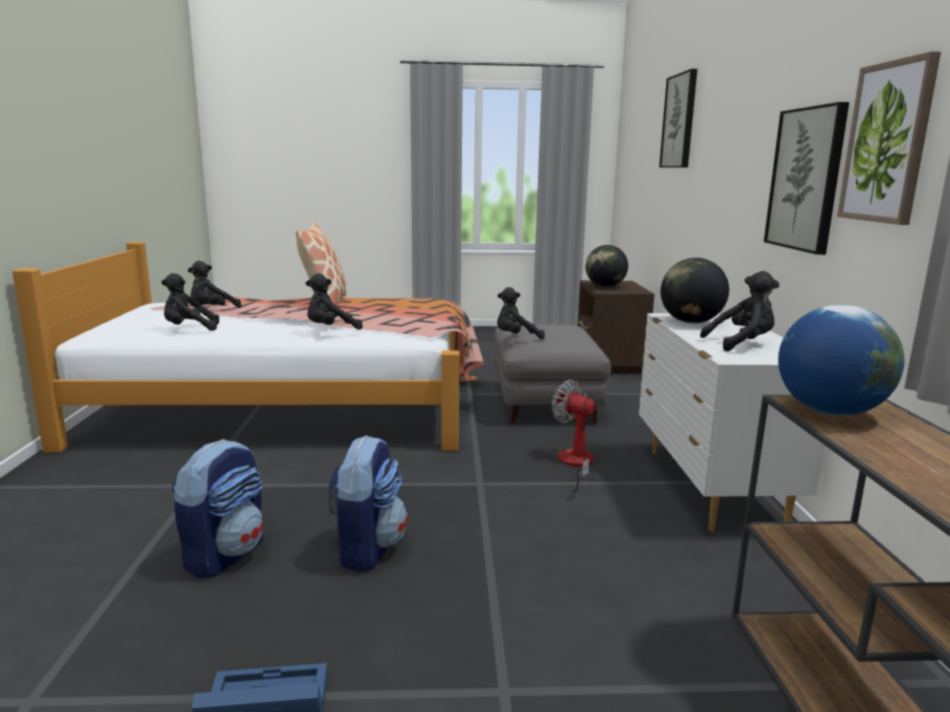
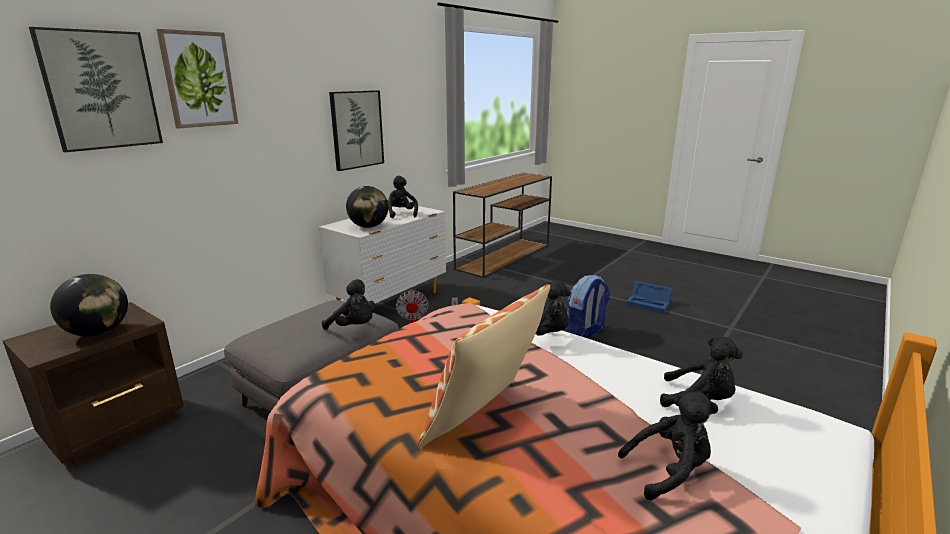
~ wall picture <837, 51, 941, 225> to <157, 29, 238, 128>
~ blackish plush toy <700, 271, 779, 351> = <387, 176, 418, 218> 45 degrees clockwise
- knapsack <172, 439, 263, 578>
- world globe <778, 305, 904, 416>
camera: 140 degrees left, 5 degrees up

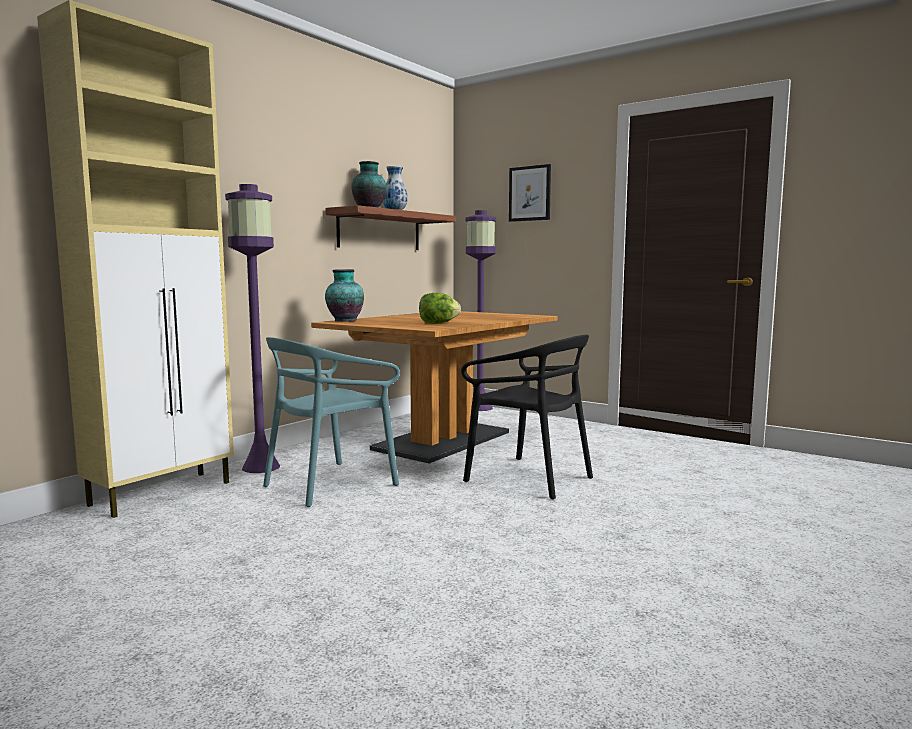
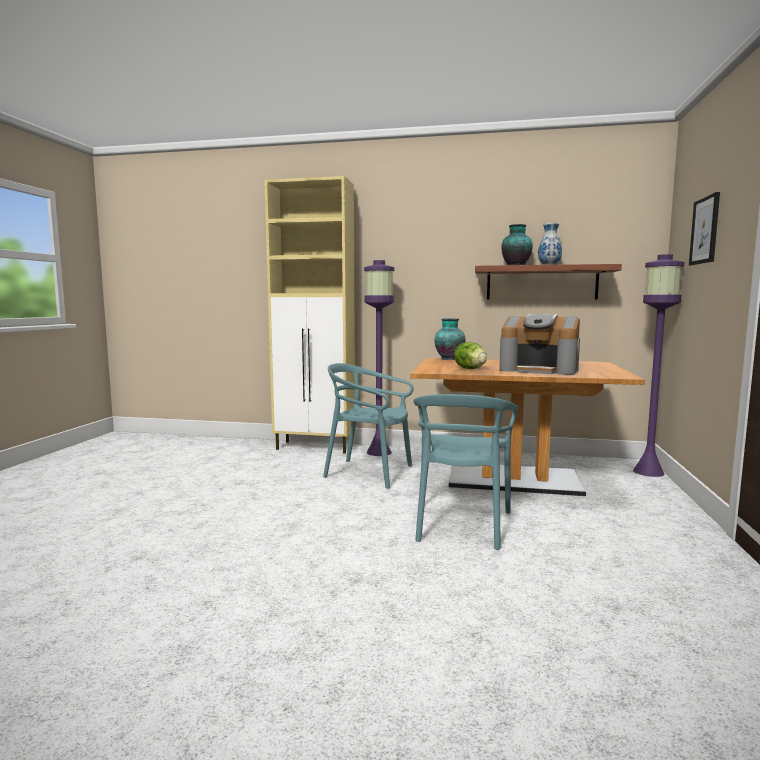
~ blackish chair <461, 335, 593, 499> to blue-green chair <413, 394, 519, 550>
+ coffee maker <499, 314, 580, 375>
camera: 65 degrees right, 0 degrees up

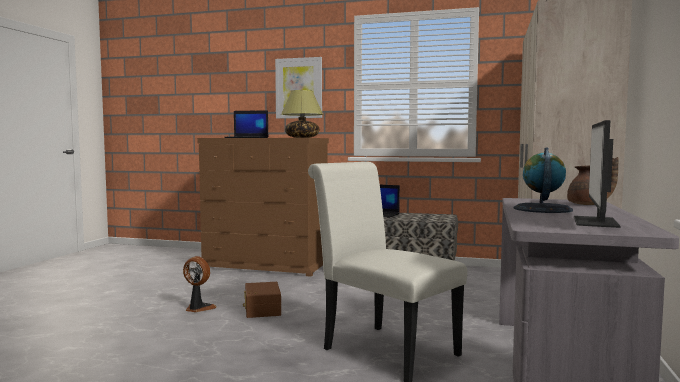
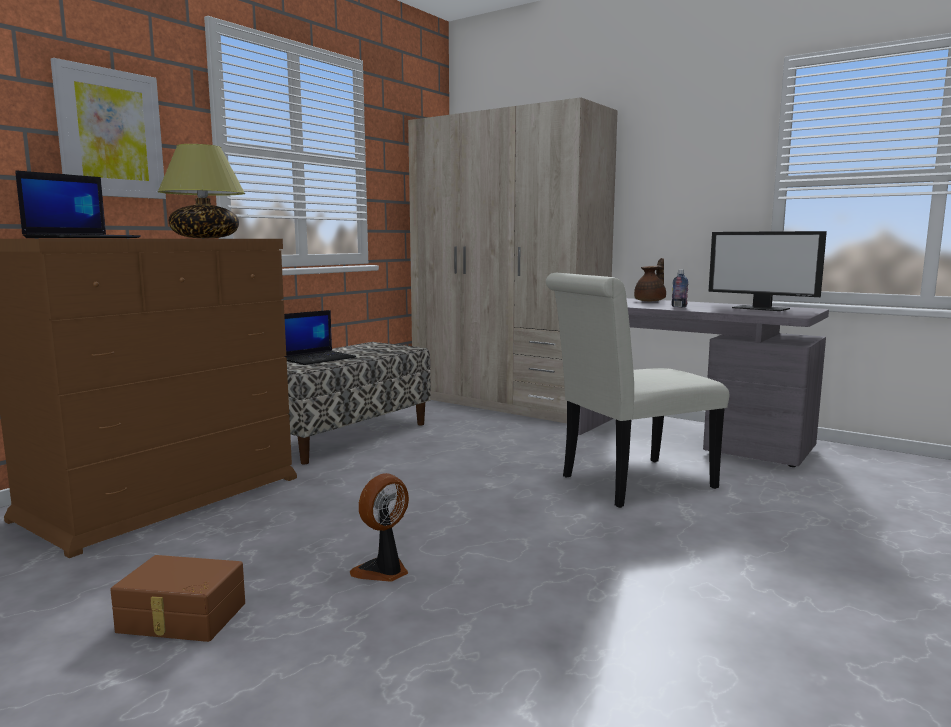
~ brown-coloured storage container <243, 282, 281, 318> to <110, 555, 245, 642>
~ world globe <513, 147, 573, 213> to beverage bottle <671, 270, 688, 307>
camera: 70 degrees left, 5 degrees up

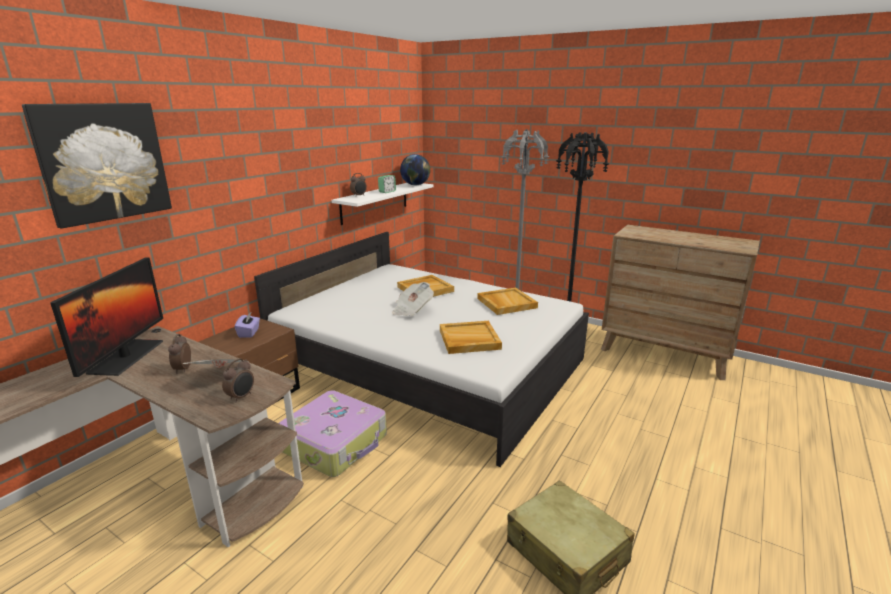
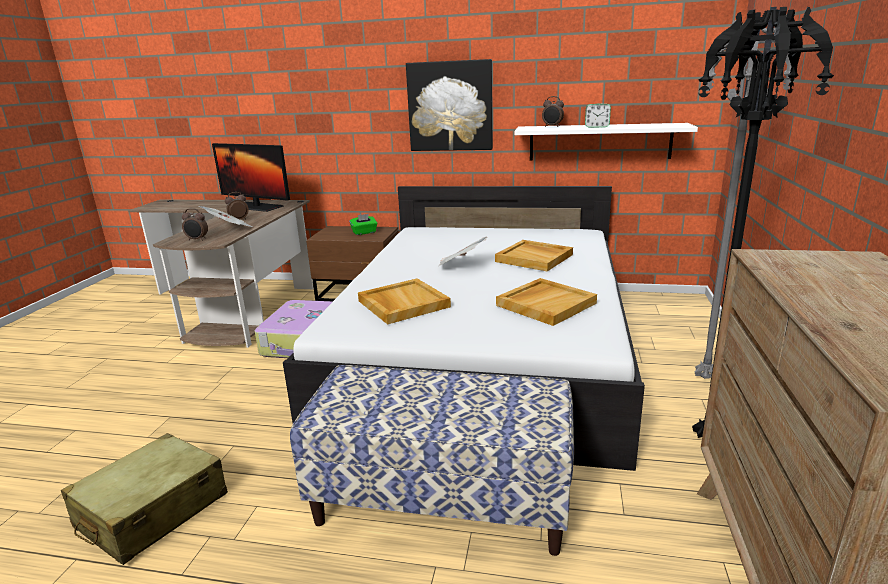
~ computer display <50, 258, 163, 377> = <212, 143, 290, 212> 45 degrees clockwise
+ long seat <290, 365, 574, 556>
~ purplish tissue box <235, 313, 260, 338> to green tissue box <349, 214, 377, 235>
~ wall picture <22, 103, 172, 229> to <406, 59, 493, 151>
- world globe <400, 154, 430, 185>
camera: 70 degrees right, 0 degrees up

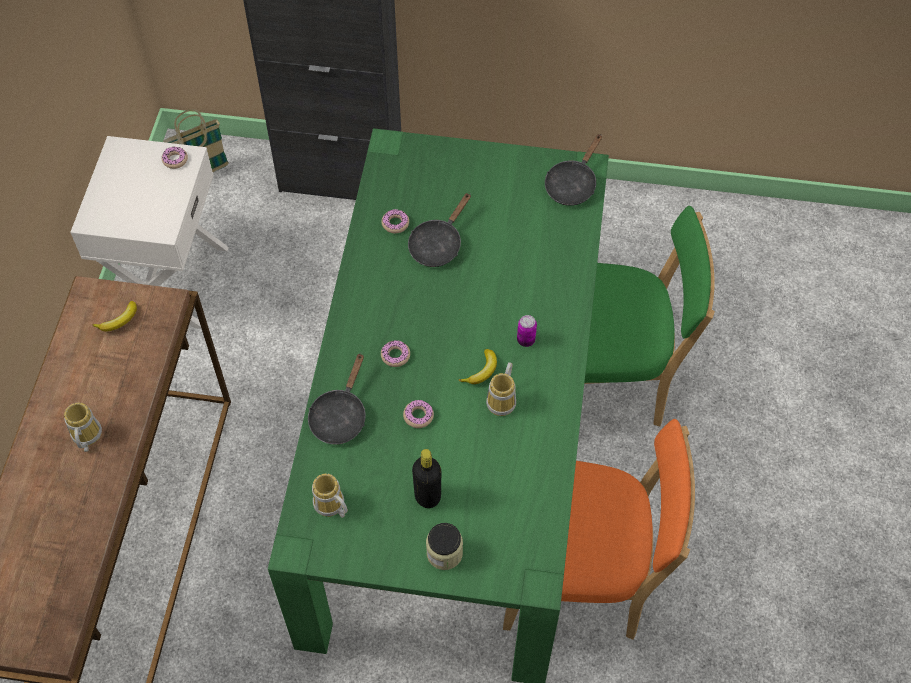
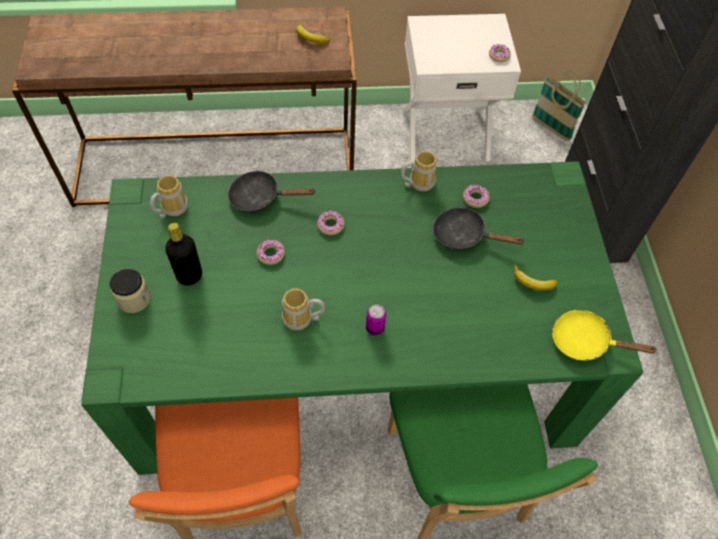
~ tea mug <64, 402, 102, 452> to <401, 151, 437, 192>
~ banana <458, 349, 497, 384> to <514, 264, 557, 291>
~ blackish skillet <545, 134, 602, 206> to yellow-coloured skillet <552, 310, 658, 361>
camera: 75 degrees right, 0 degrees up

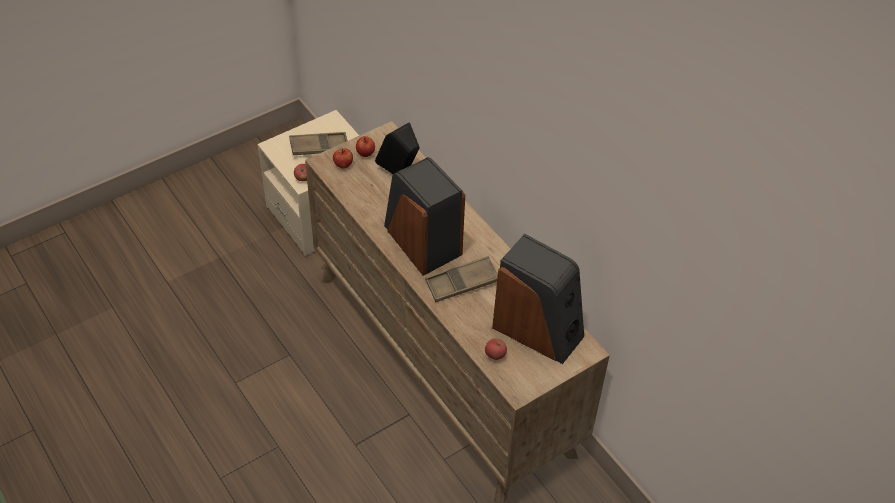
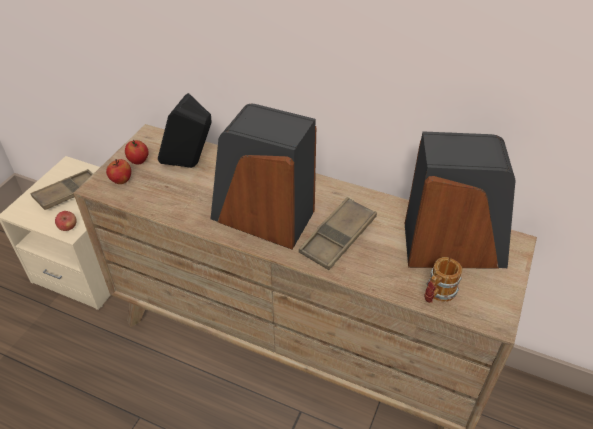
~ apple fruit <485, 338, 507, 360> to tea mug <424, 257, 462, 303>
camera: 30 degrees left, 5 degrees down

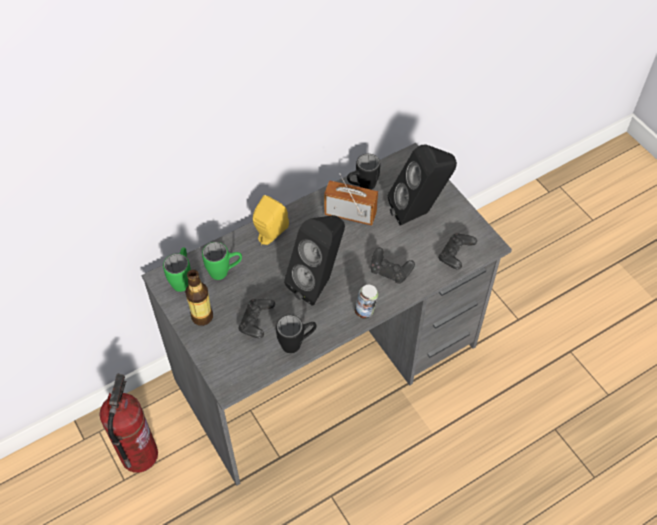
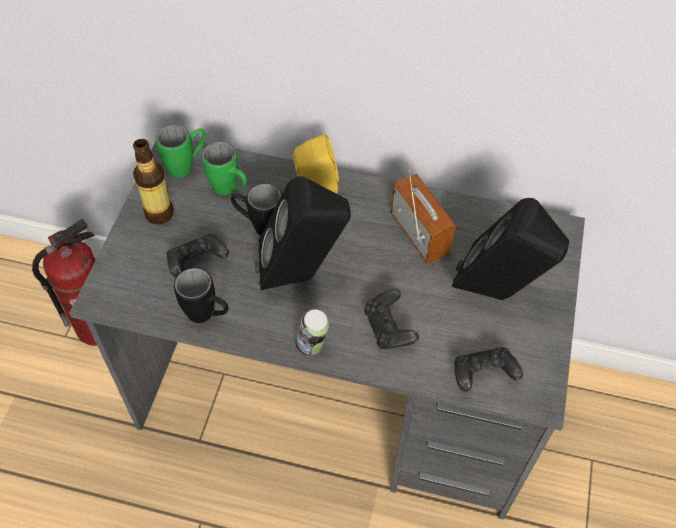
~ blackish tea mug <347, 154, 381, 190> to <231, 183, 282, 236>
camera: 45 degrees right, 0 degrees up

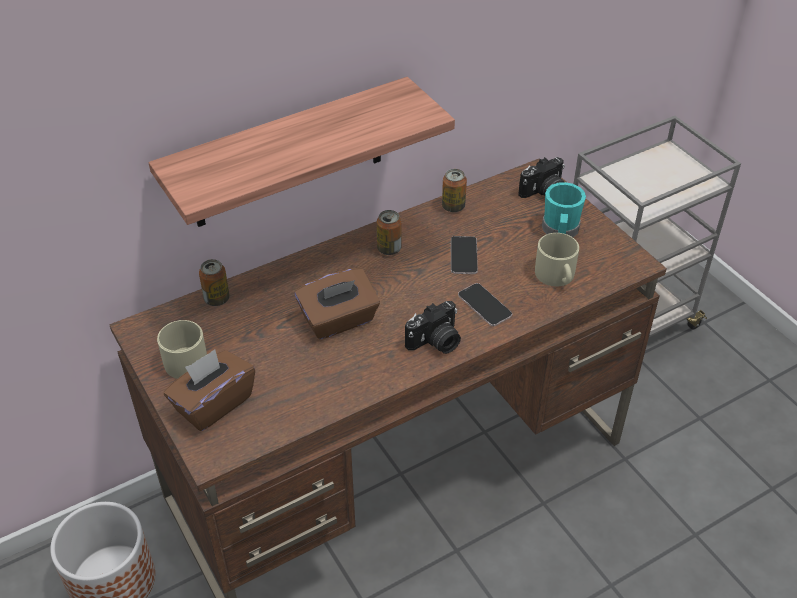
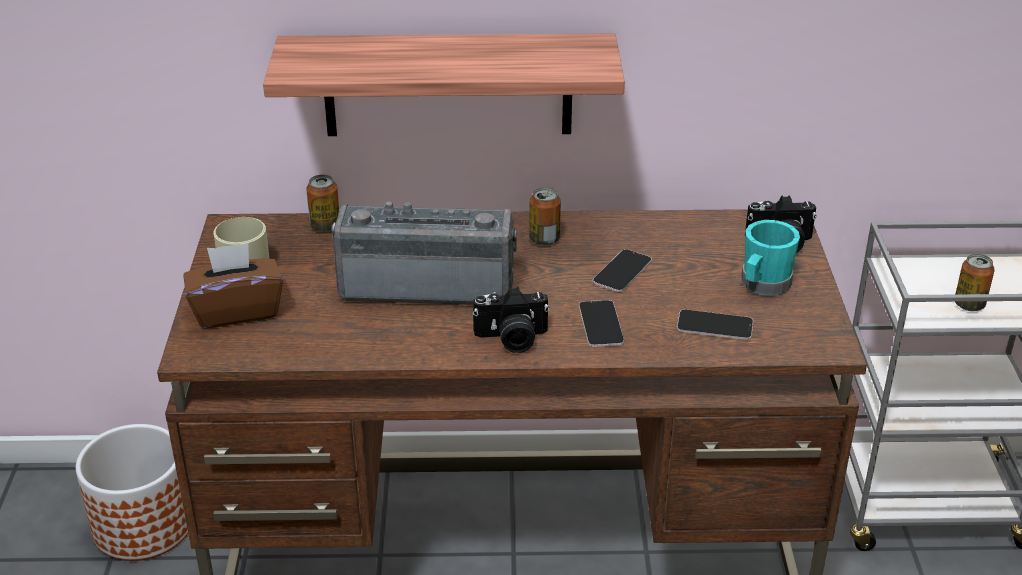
~ brown-coloured tissue box <295, 268, 380, 339> to radio receiver <332, 201, 517, 305>
~ sand-coloured tea mug <535, 233, 579, 286> to telephone <677, 309, 753, 340>
~ sealed can <442, 169, 467, 212> to <955, 254, 995, 311>
camera: 30 degrees right, 10 degrees down

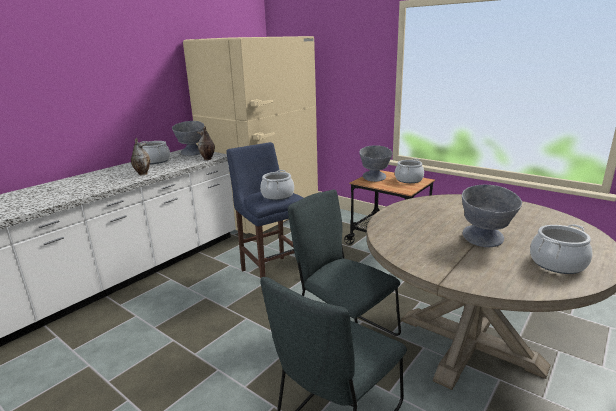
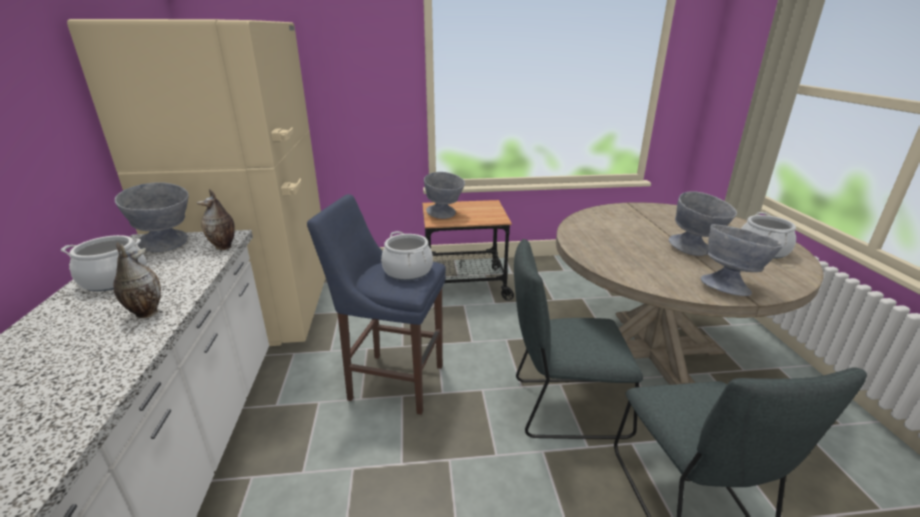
+ gray serving bowl <701, 224, 783, 296>
- cooking pot <395, 159, 424, 183>
camera: 45 degrees left, 5 degrees up

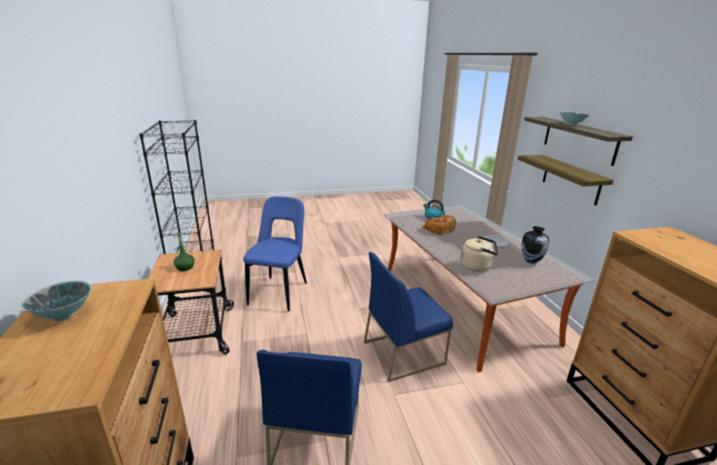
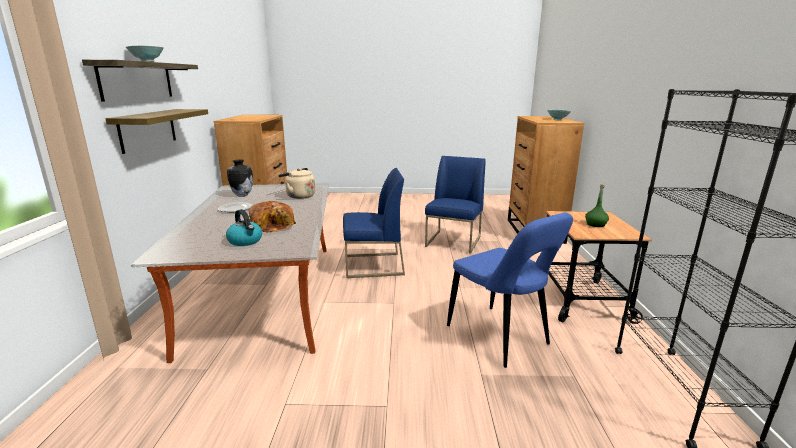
~ bluish chair <243, 196, 307, 311> = <447, 212, 573, 368> 60 degrees counterclockwise
camera: 165 degrees left, 5 degrees down

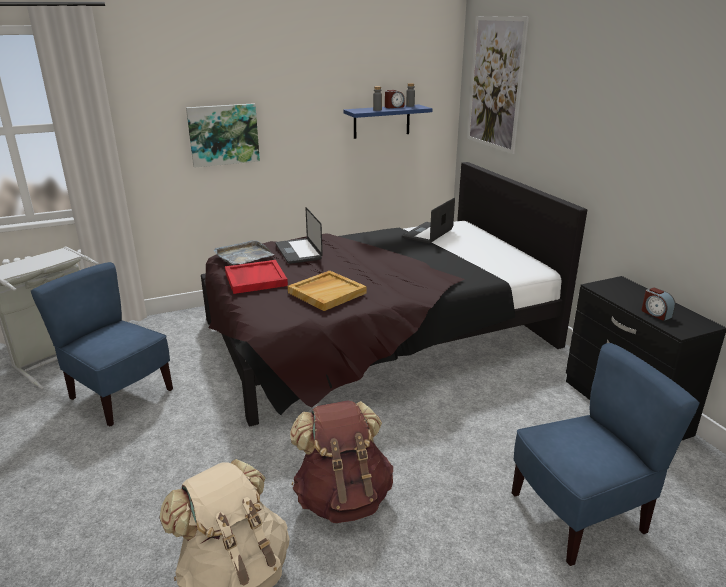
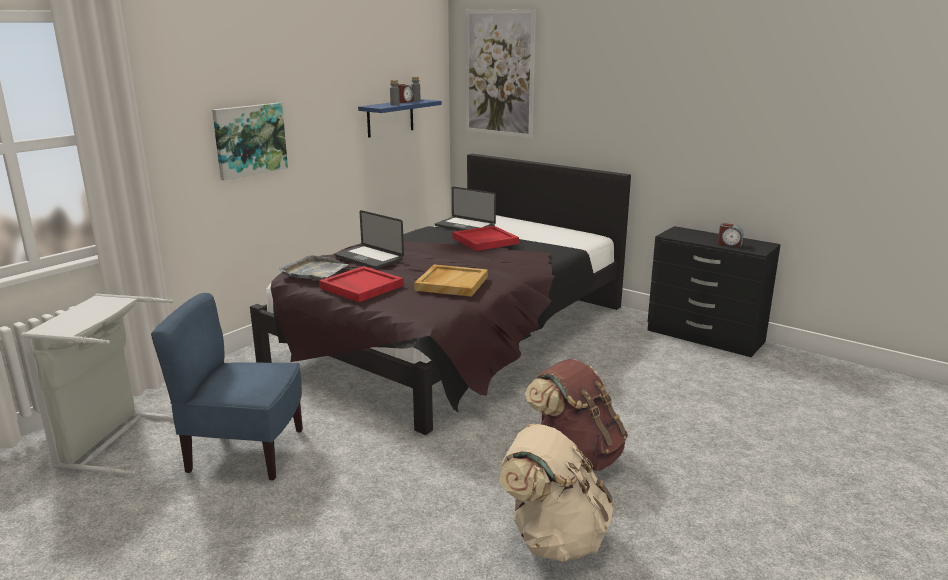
~ notebook computer <403, 198, 455, 244> = <435, 187, 496, 231> 60 degrees counterclockwise
+ reddish carrying tray <452, 226, 519, 251>
- bluish chair <512, 343, 700, 566>
camera: 30 degrees left, 5 degrees down

